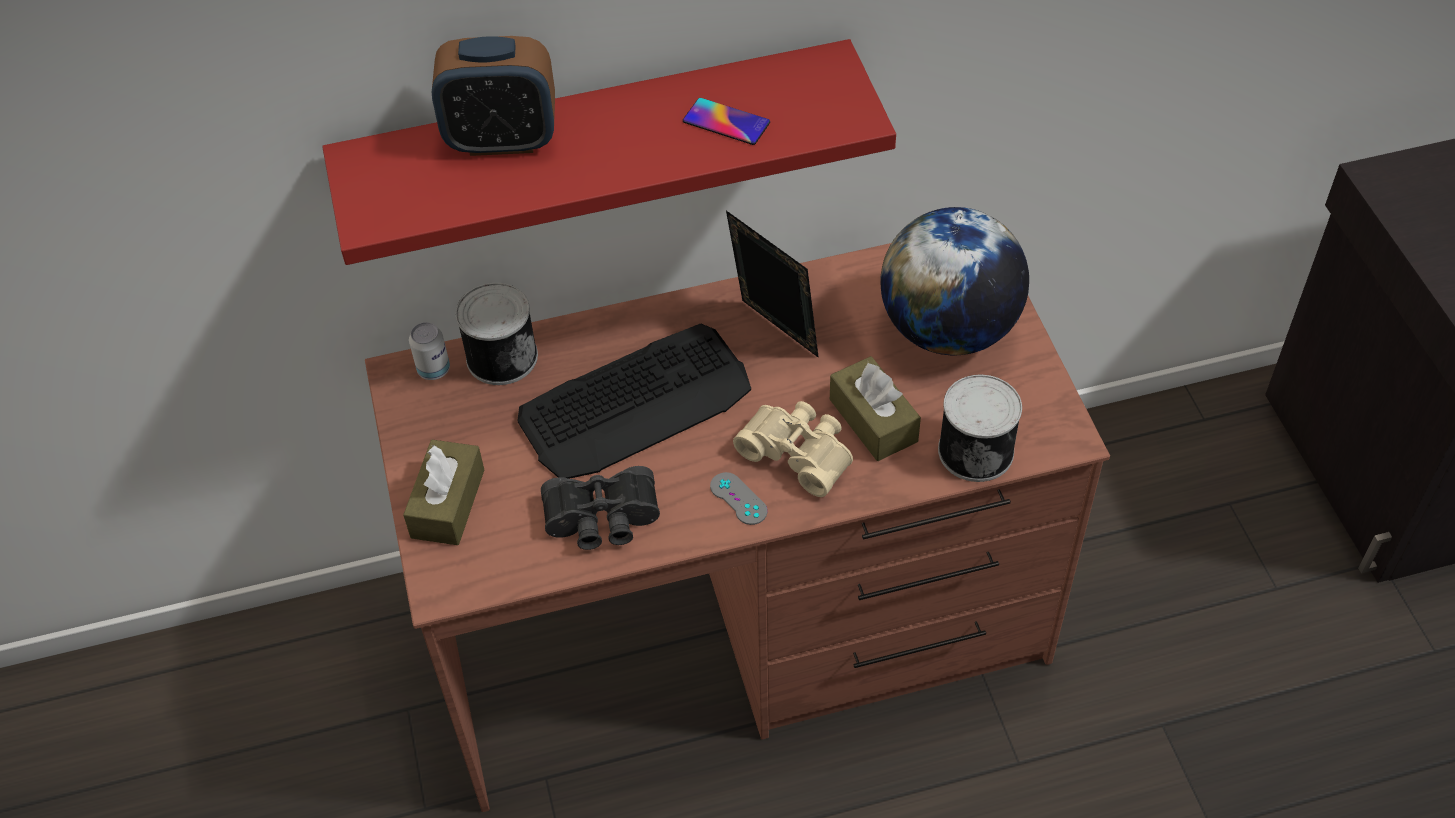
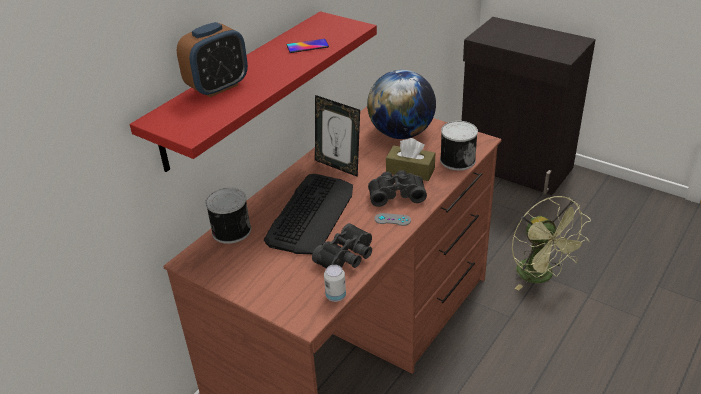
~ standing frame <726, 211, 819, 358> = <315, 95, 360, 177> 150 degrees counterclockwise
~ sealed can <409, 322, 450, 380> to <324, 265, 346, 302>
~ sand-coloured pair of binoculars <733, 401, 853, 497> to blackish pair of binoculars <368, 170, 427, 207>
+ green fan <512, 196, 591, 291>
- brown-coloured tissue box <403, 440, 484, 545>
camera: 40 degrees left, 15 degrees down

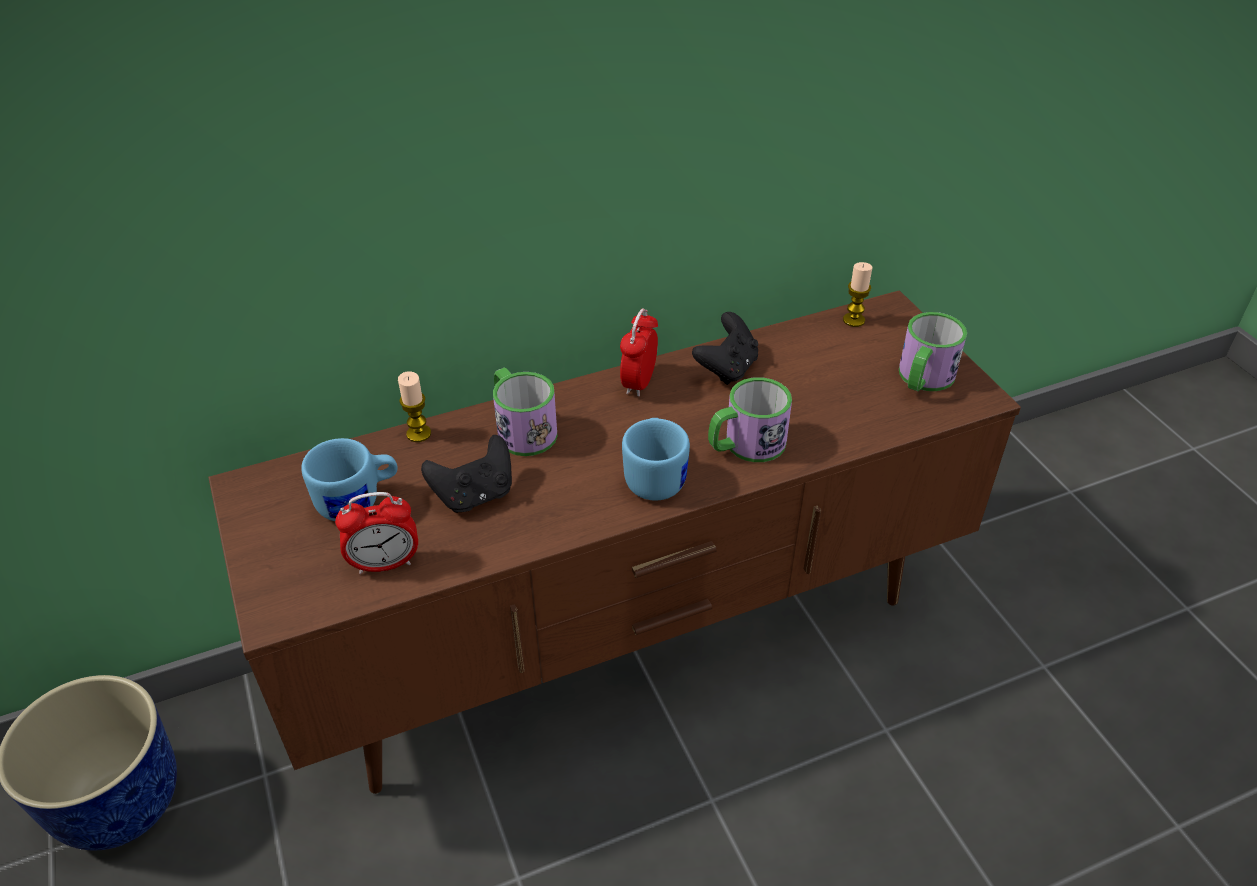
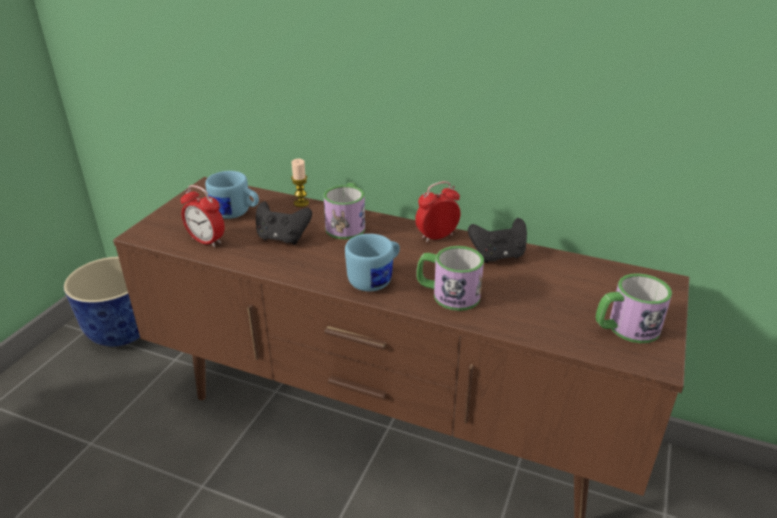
- candle <843, 262, 873, 327>
camera: 45 degrees right, 10 degrees down

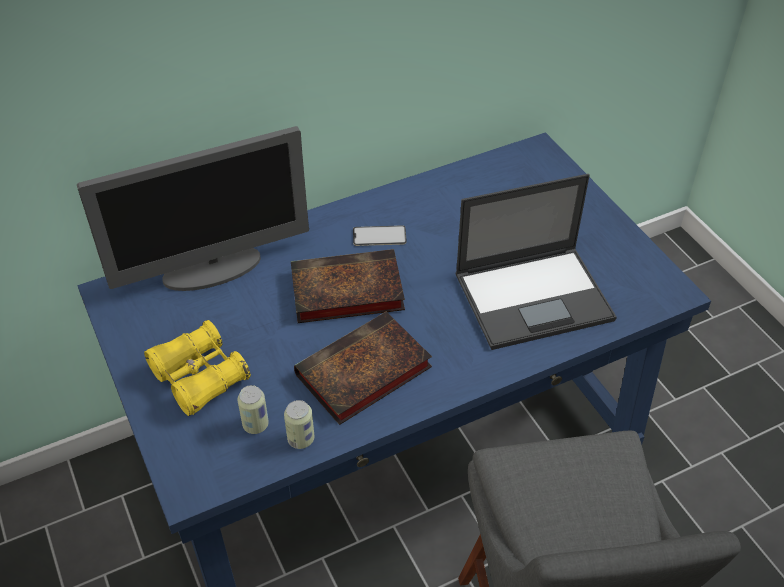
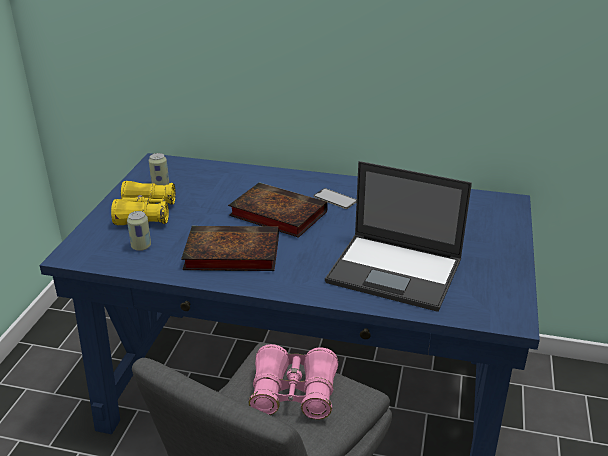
~ sealed can <284, 400, 315, 449> to <149, 153, 169, 185>
+ pink pair of binoculars <249, 344, 338, 420>
- computer display <77, 126, 309, 291>
camera: 40 degrees right, 15 degrees down

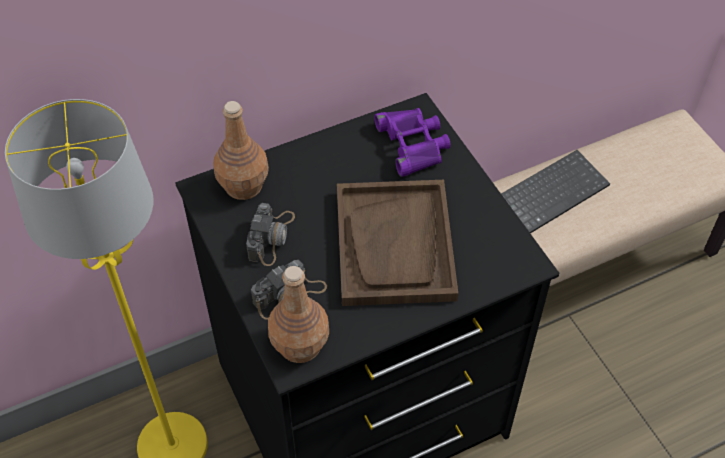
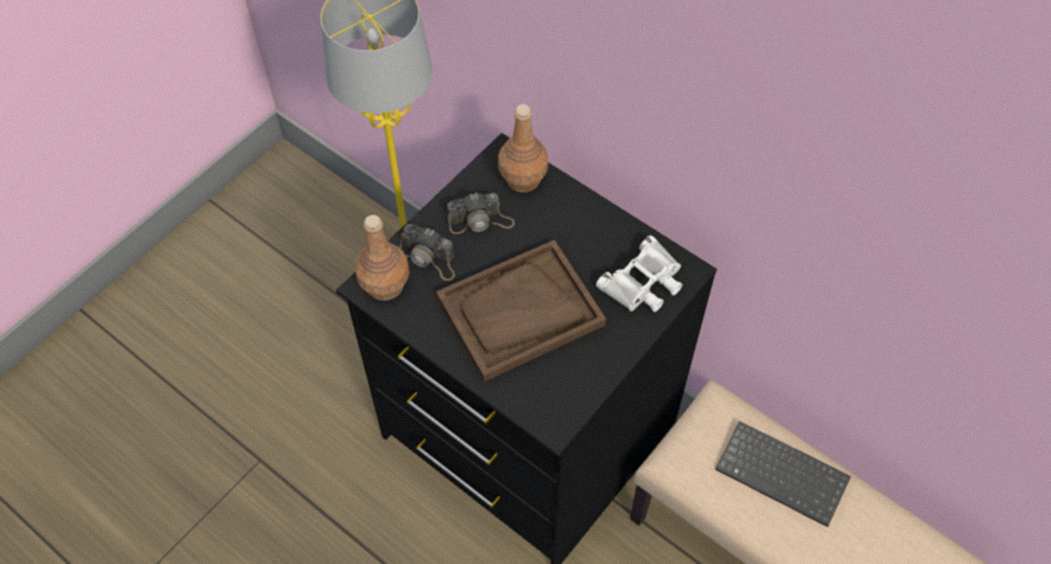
~ purplish pair of binoculars <374, 108, 451, 177> to white pair of binoculars <596, 235, 682, 312>
camera: 65 degrees right, 5 degrees up

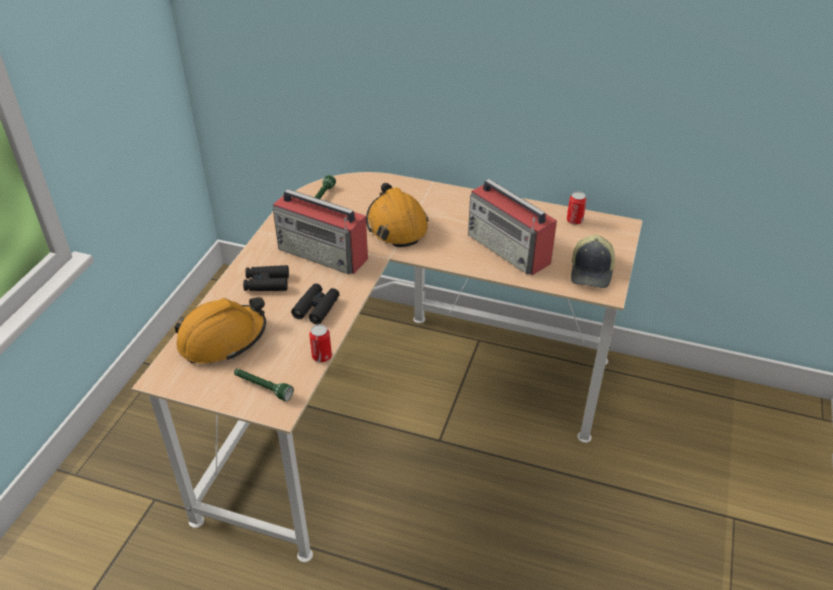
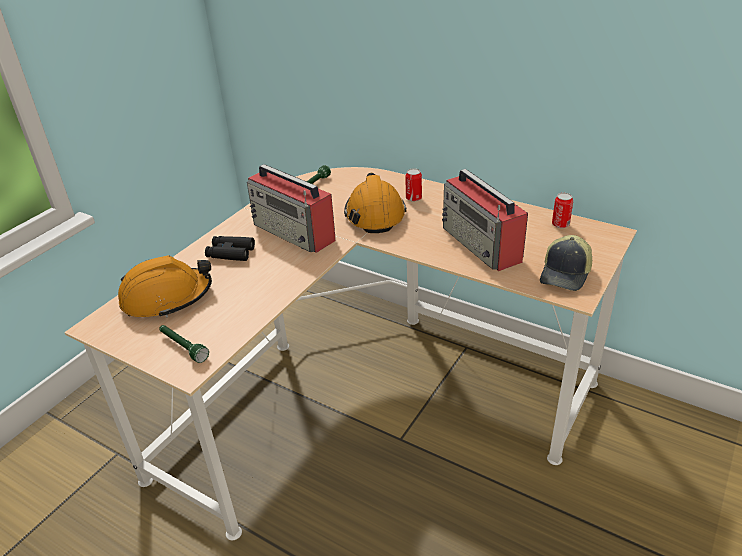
~ sealed can <309, 324, 332, 363> to <406, 168, 422, 202>
- blackish pair of binoculars <291, 283, 340, 325>
camera: 15 degrees right, 5 degrees down

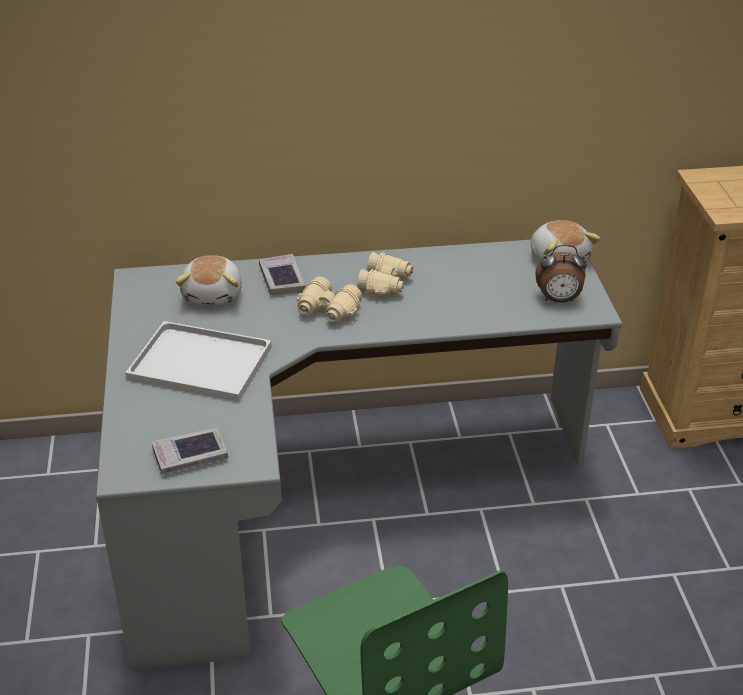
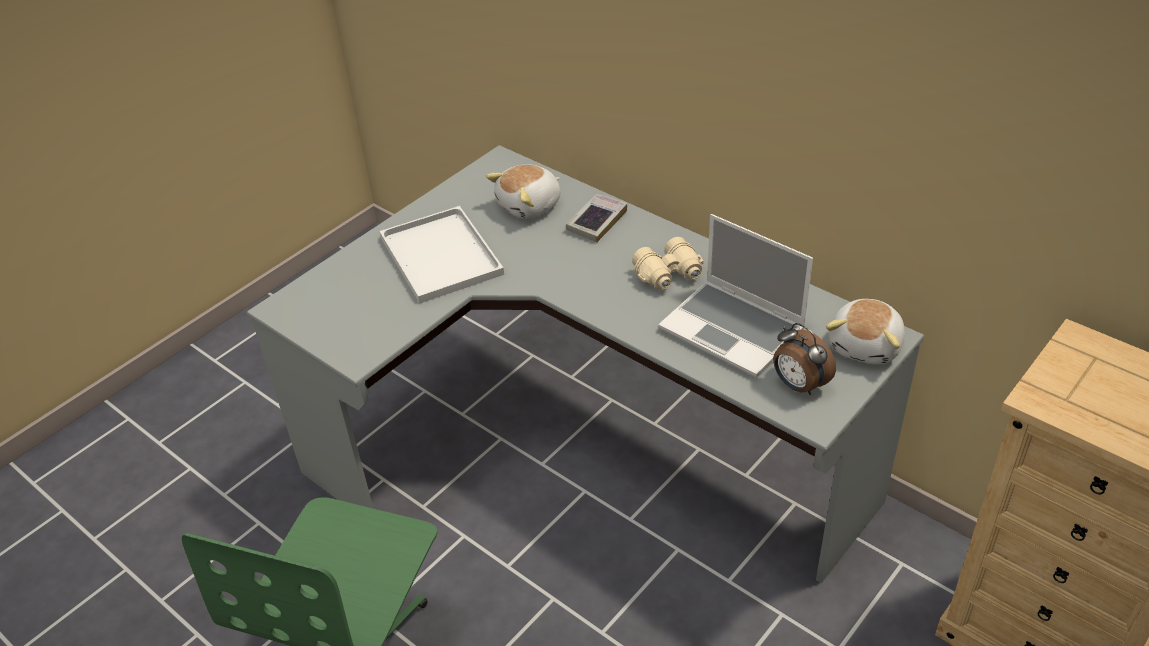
+ notebook computer <658, 214, 813, 378>
- book <151, 428, 228, 475>
- sand-coloured pair of binoculars <297, 277, 362, 322>
camera: 50 degrees right, 5 degrees up

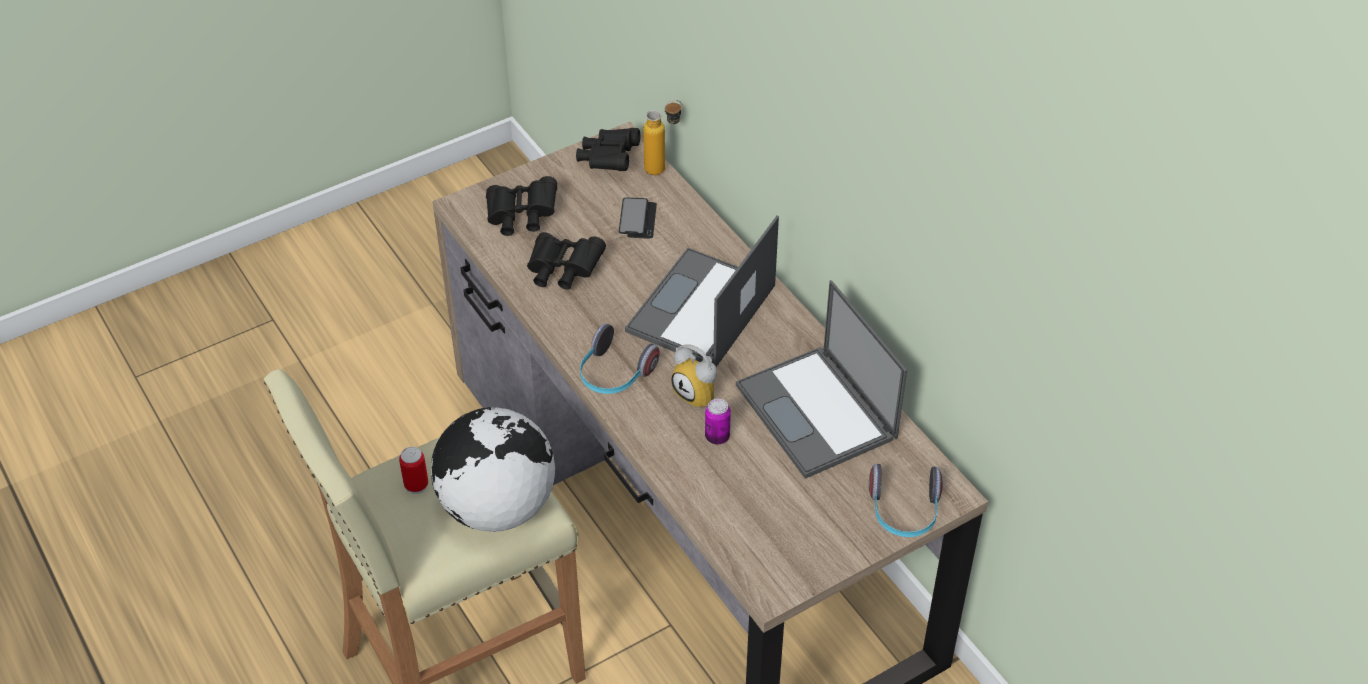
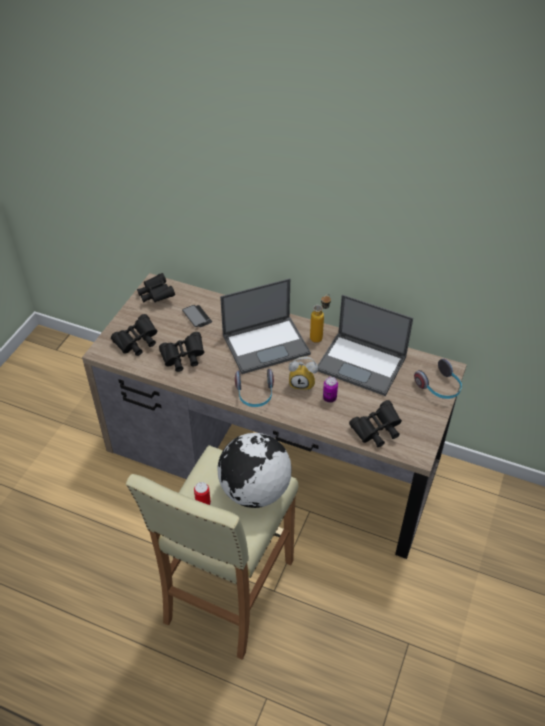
~ notebook computer <625, 216, 779, 367> = <220, 278, 311, 374> 105 degrees counterclockwise
~ beverage bottle <643, 100, 683, 175> to <310, 294, 331, 343>
+ blackish pair of binoculars <349, 400, 402, 447>
camera: 35 degrees left, 0 degrees up

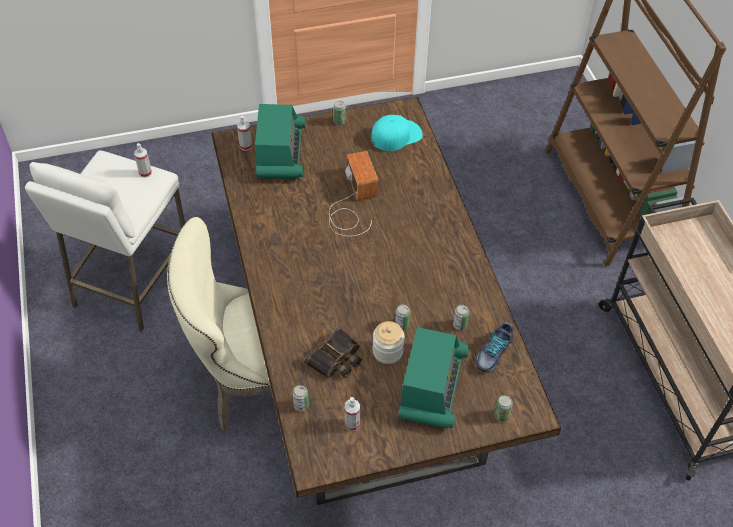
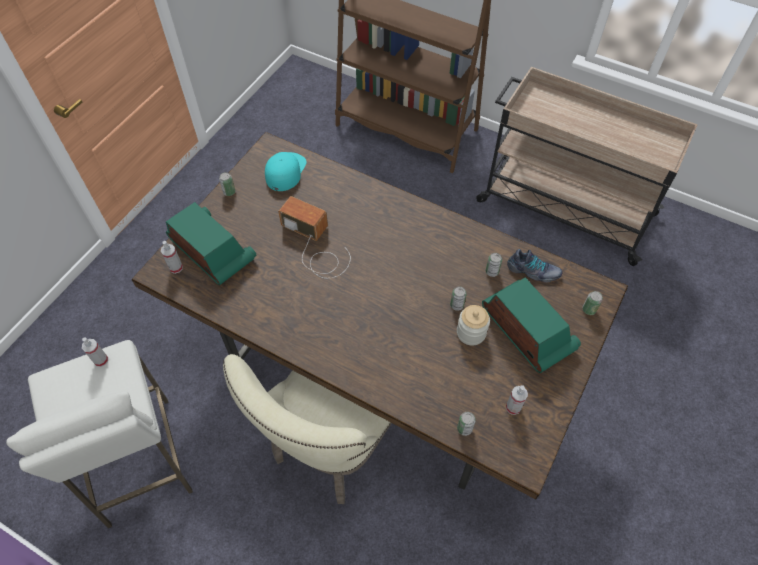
~ low shoe <476, 322, 514, 372> = <507, 249, 563, 282> 60 degrees counterclockwise
- pair of binoculars <304, 327, 362, 379>
camera: 45 degrees left, 5 degrees up

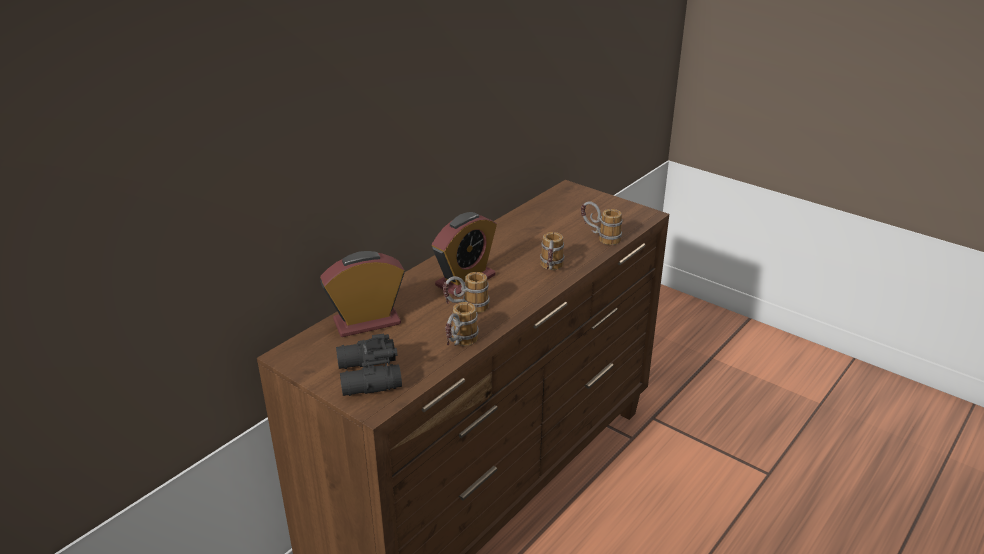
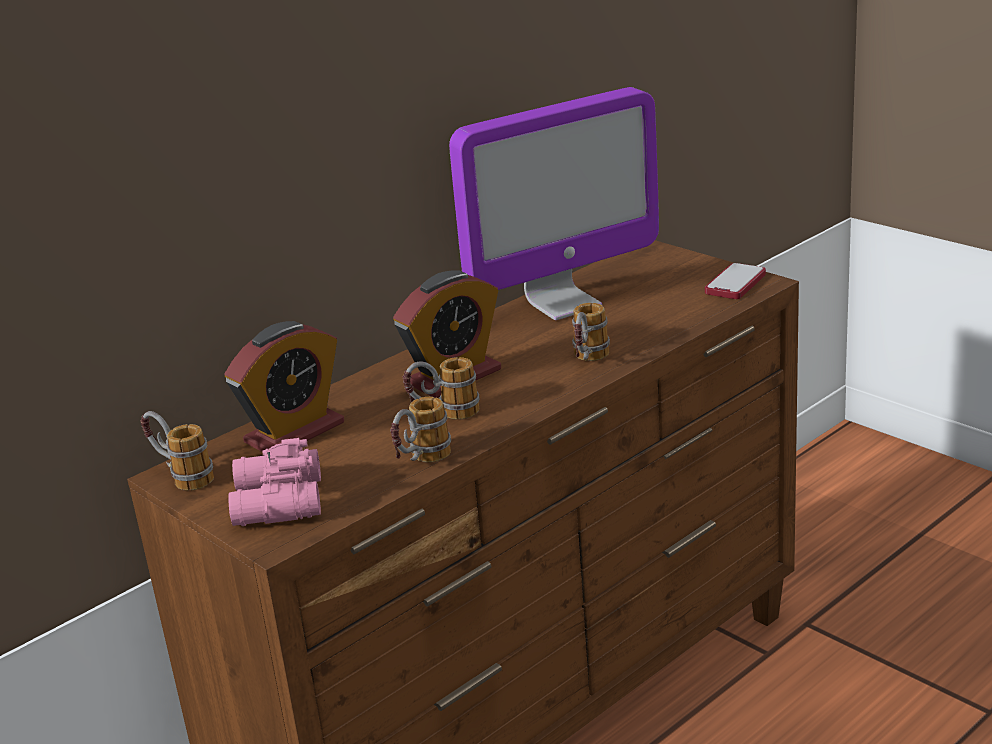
~ tea mug <581, 201, 623, 245> to <141, 411, 214, 491>
~ bedside clock <320, 251, 405, 337> = <225, 321, 344, 452> 150 degrees clockwise
~ blackish pair of binoculars <336, 333, 402, 396> to pink pair of binoculars <228, 438, 321, 526>
+ computer display <449, 87, 659, 320>
+ telephone <705, 263, 766, 299>
camera: 10 degrees right, 5 degrees down

